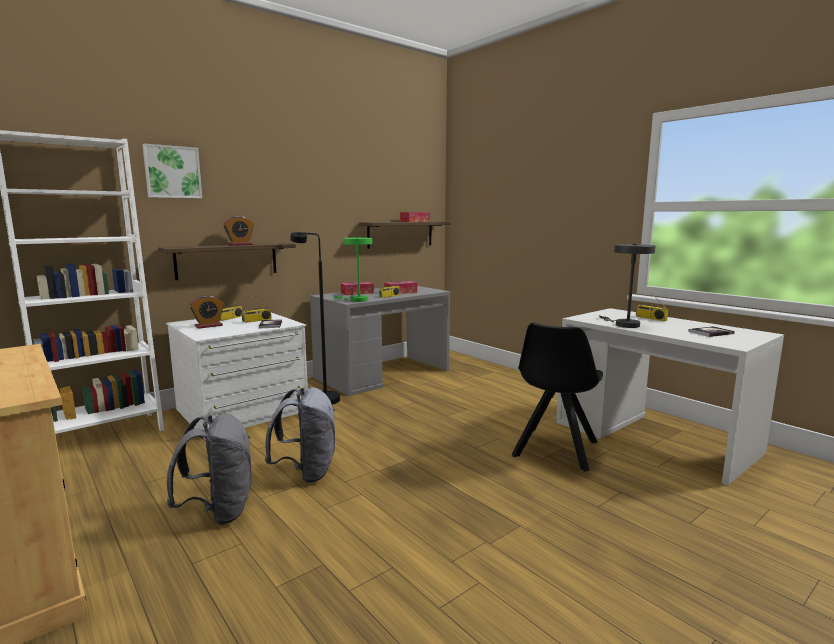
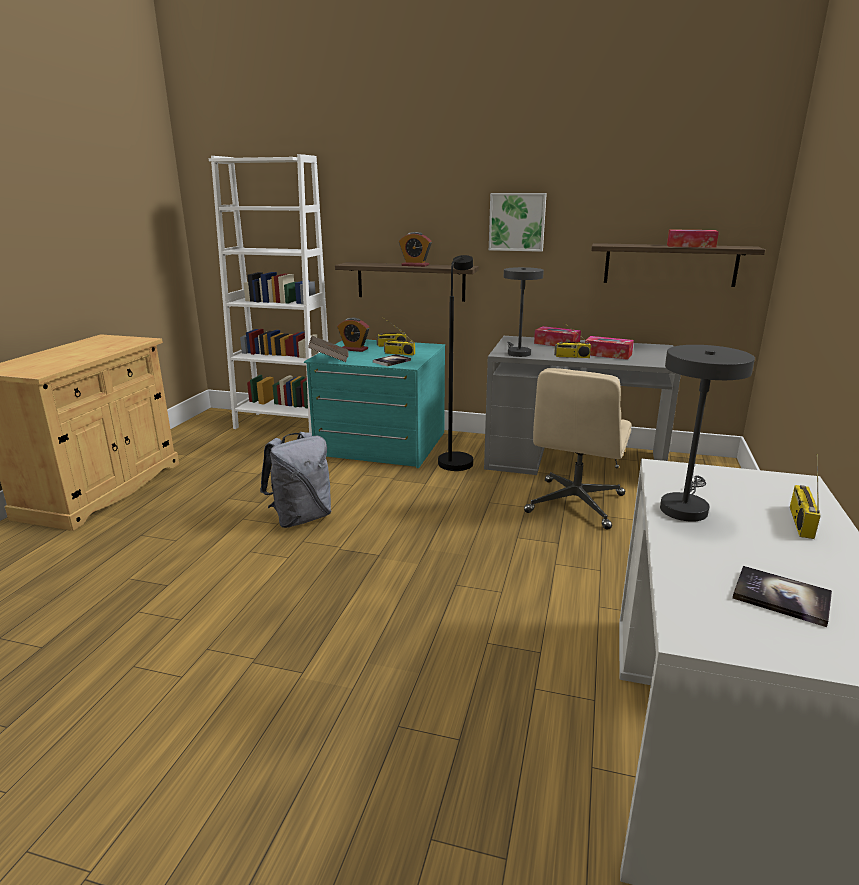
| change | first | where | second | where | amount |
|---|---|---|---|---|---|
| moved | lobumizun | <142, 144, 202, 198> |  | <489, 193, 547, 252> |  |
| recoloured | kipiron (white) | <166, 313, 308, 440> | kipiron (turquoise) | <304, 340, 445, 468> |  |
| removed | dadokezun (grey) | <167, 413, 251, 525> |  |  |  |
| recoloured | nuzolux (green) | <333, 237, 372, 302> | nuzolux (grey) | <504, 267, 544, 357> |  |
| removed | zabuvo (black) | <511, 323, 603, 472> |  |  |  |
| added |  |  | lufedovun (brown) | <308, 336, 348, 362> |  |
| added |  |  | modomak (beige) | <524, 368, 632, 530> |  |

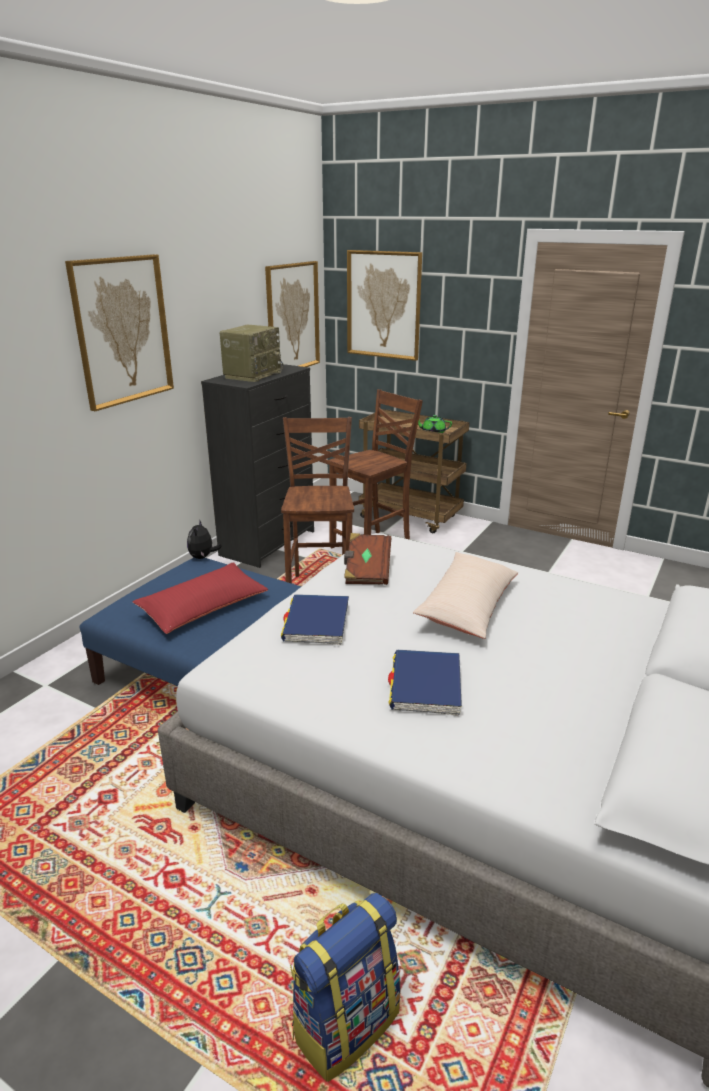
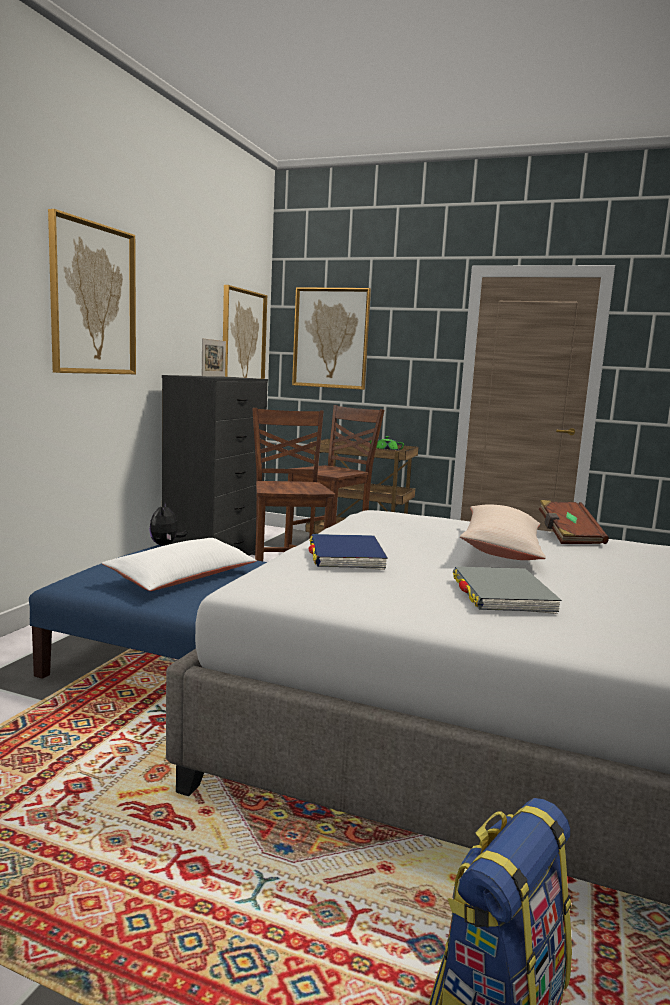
| change | first | where | second | where | amount |
|---|---|---|---|---|---|
| recoloured | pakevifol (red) | <132, 562, 268, 634> | pakevifol (white) | <102, 538, 257, 591> |  |
| replaced | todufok | <219, 325, 283, 382> | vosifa | <202, 338, 226, 377> |  |
| moved | lufedovun (brown) | <344, 533, 391, 585> |  | <539, 500, 609, 544> |  |
| recoloured | lufedovun (blue) | <388, 650, 462, 716> | lufedovun (grey) | <453, 567, 562, 614> |  |

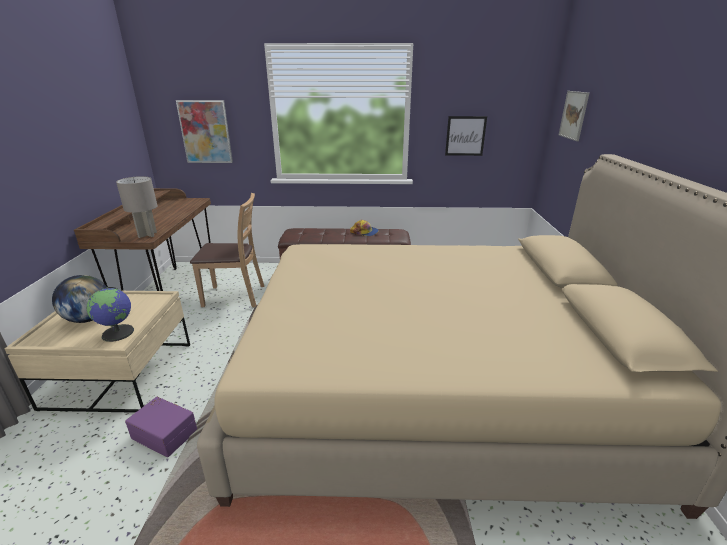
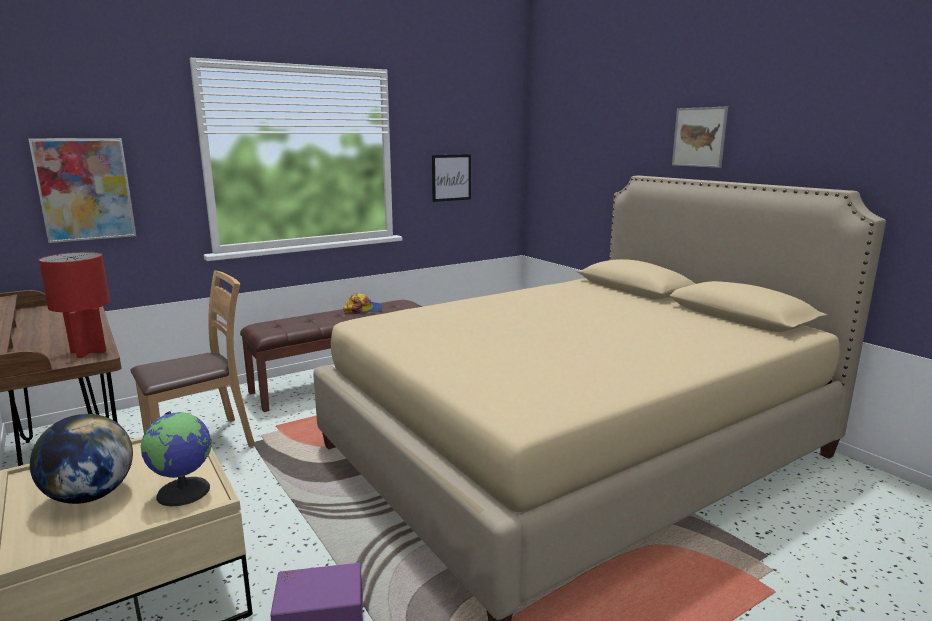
| change | first | where | second | where | amount |
|---|---|---|---|---|---|
| recoloured | nuzolux (grey) | <116, 176, 157, 238> | nuzolux (red) | <39, 252, 110, 358> |  |
| moved | lobumizun | <559, 91, 589, 141> |  | <672, 107, 728, 168> |  |

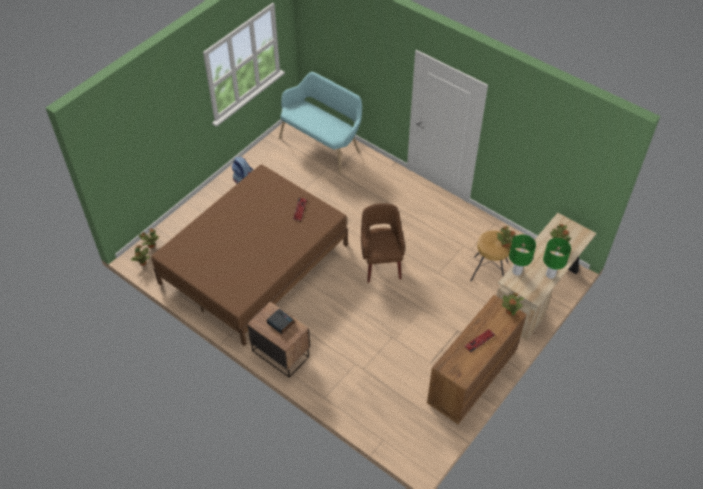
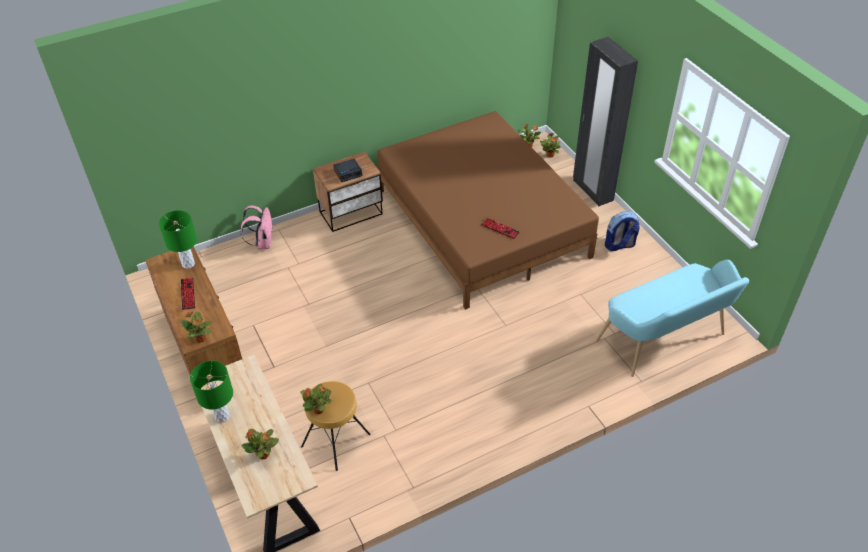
| change | first | where | second | where | amount |
|---|---|---|---|---|---|
| removed | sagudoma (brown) | <361, 203, 405, 283> |  |  |  |
| moved | nuzolux (green) | <509, 235, 536, 276> |  | <159, 210, 197, 269> |  |
| added |  |  | dadokezun (pink) | <240, 205, 273, 249> |  |
| added |  |  | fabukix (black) | <573, 37, 638, 206> |  |

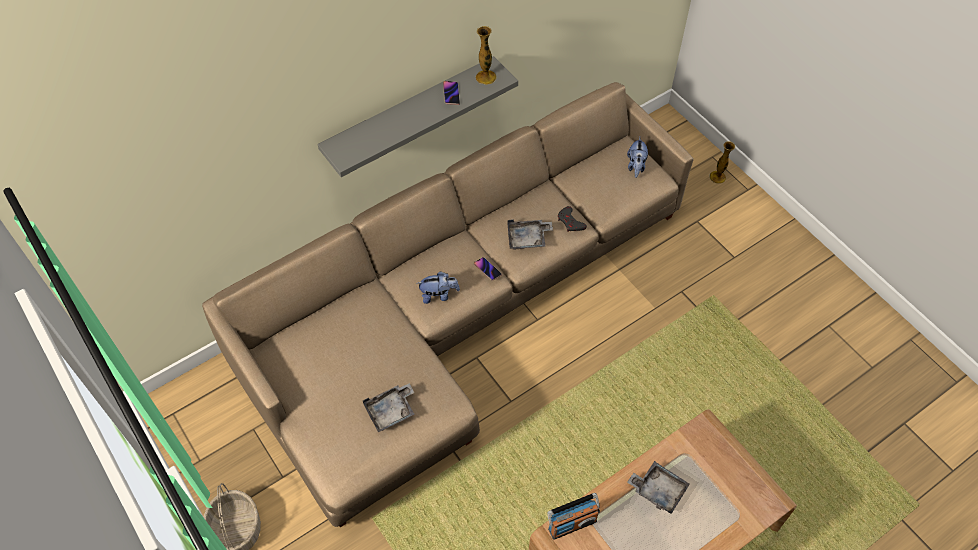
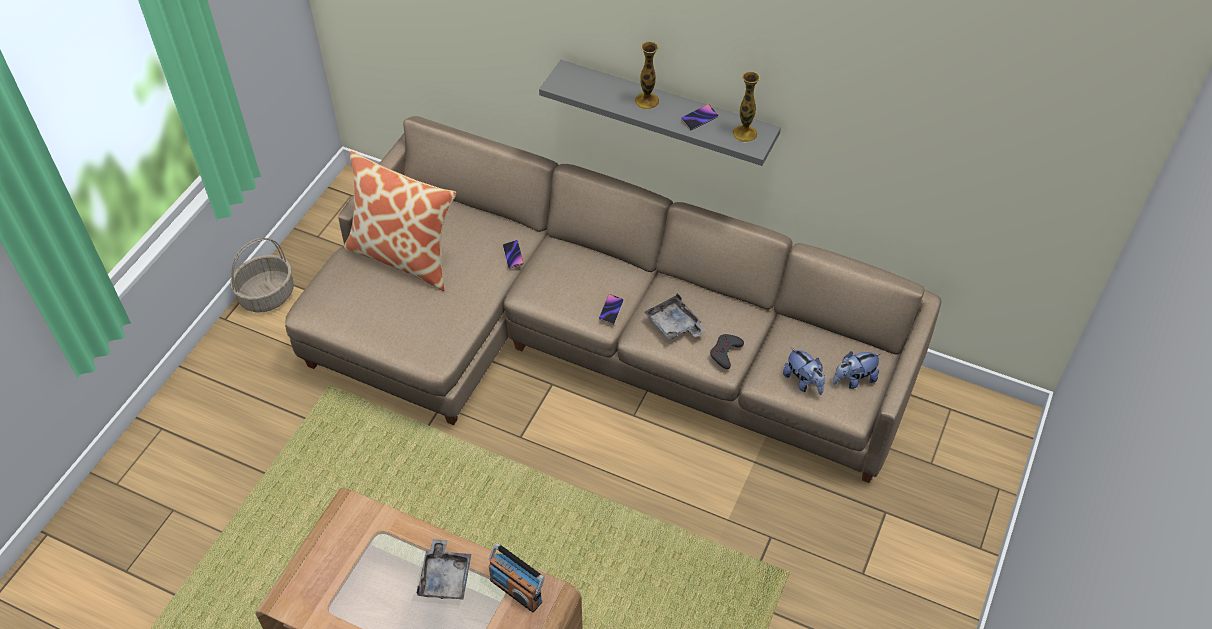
| change | first | where | second | where | amount |
|---|---|---|---|---|---|
| removed | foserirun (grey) | <363, 383, 415, 432> |  |  |  |
| moved | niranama | <418, 271, 460, 304> |  | <783, 347, 825, 395> |  |
| moved | todufok | <547, 493, 600, 540> |  | <489, 543, 545, 612> |  |
| moved | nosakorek | <709, 141, 735, 184> |  | <635, 42, 659, 109> |  |
| added |  |  | pakevifol | <343, 151, 456, 291> |  |
| added |  |  | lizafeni | <503, 240, 524, 269> |  |

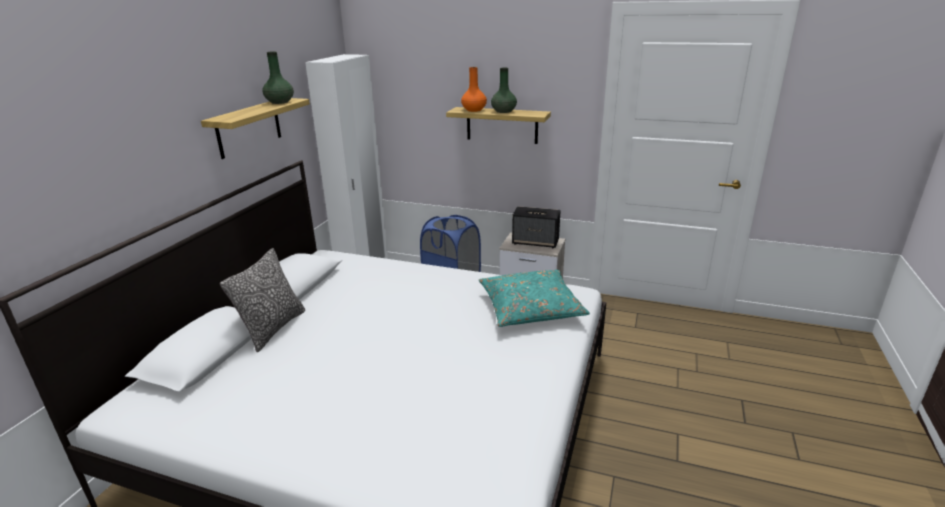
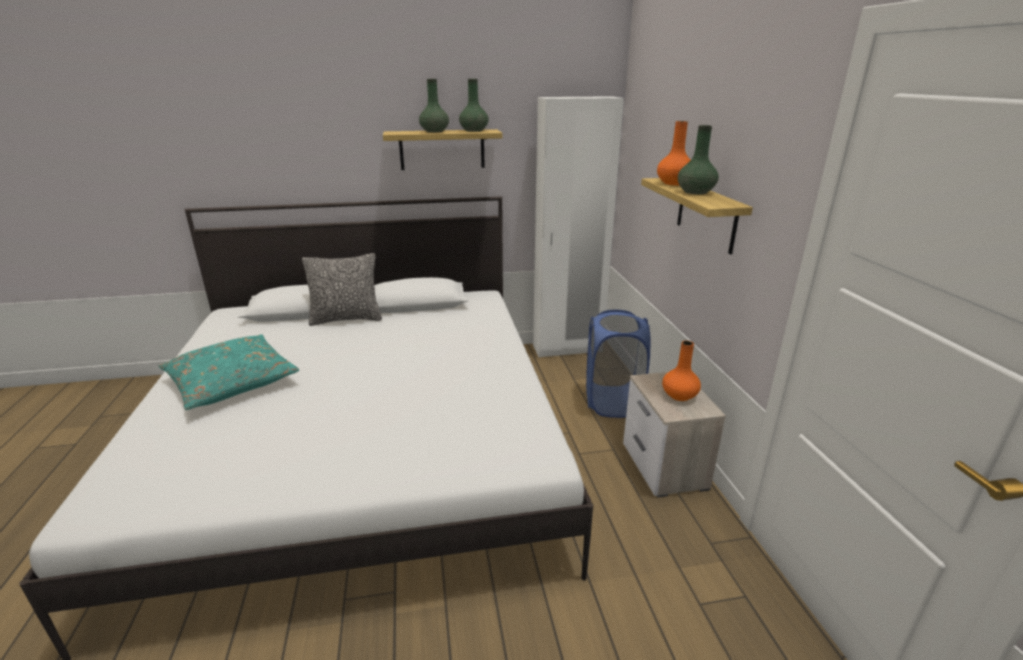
| change | first | where | second | where | amount |
|---|---|---|---|---|---|
| moved | pakevifol (turquoise) | <479, 270, 590, 327> |  | <159, 334, 299, 410> |  |
| replaced | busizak | <512, 206, 561, 248> | nosakorek (orange) | <662, 341, 701, 401> |  |
| added |  |  | nosakorek (green) | <419, 79, 449, 133> |  |

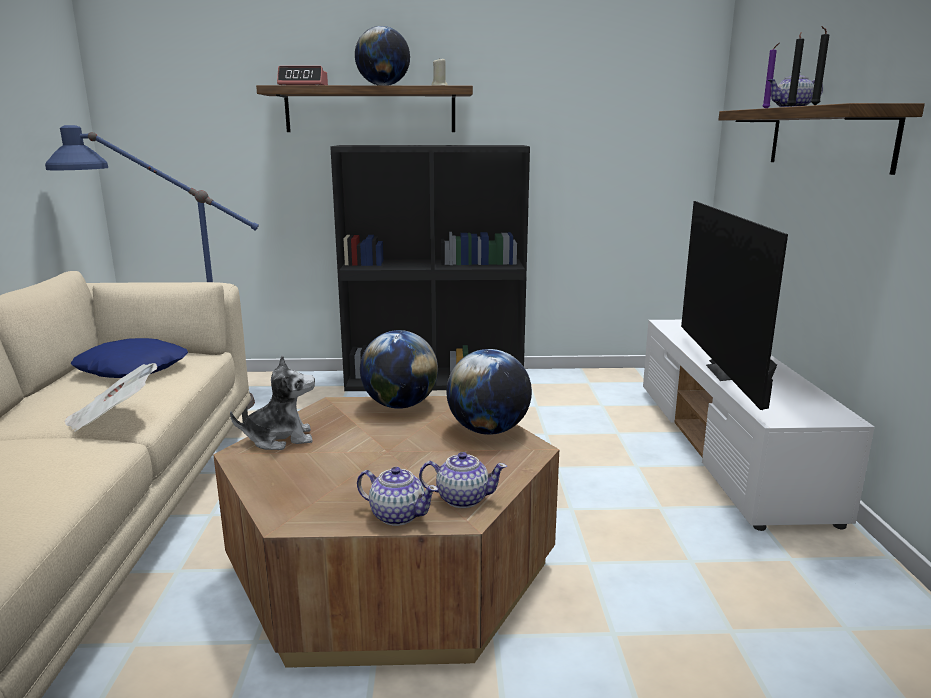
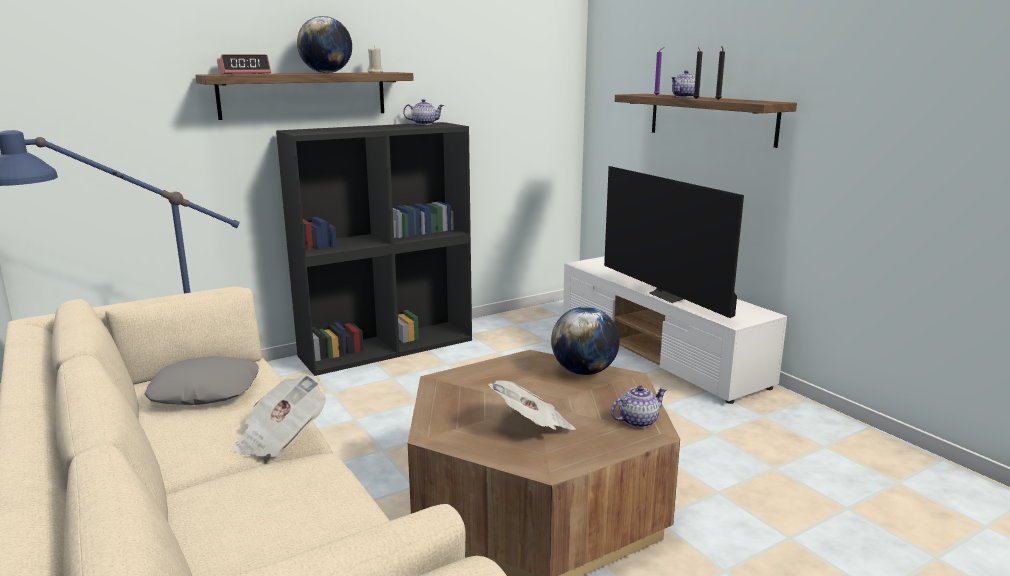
| change | first | where | second | where | amount |
|---|---|---|---|---|---|
| recoloured | pakevifol (blue) | <71, 338, 188, 378> | pakevifol (grey) | <144, 356, 259, 405> |  |
| removed | niranama | <230, 355, 315, 450> |  |  |  |
| moved | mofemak | <357, 467, 438, 526> |  | <403, 99, 444, 125> |  |
| removed | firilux | <360, 330, 438, 409> |  |  |  |
| added |  |  | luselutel | <488, 380, 576, 430> |  |

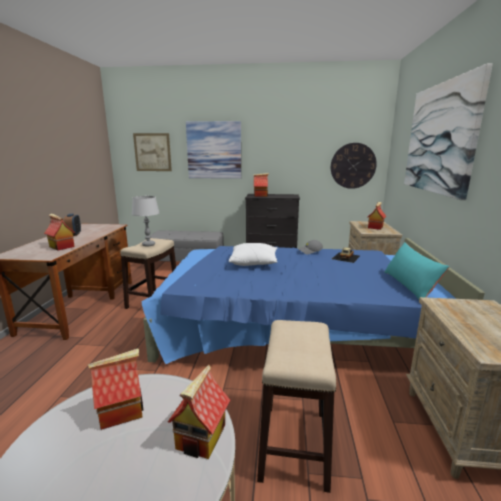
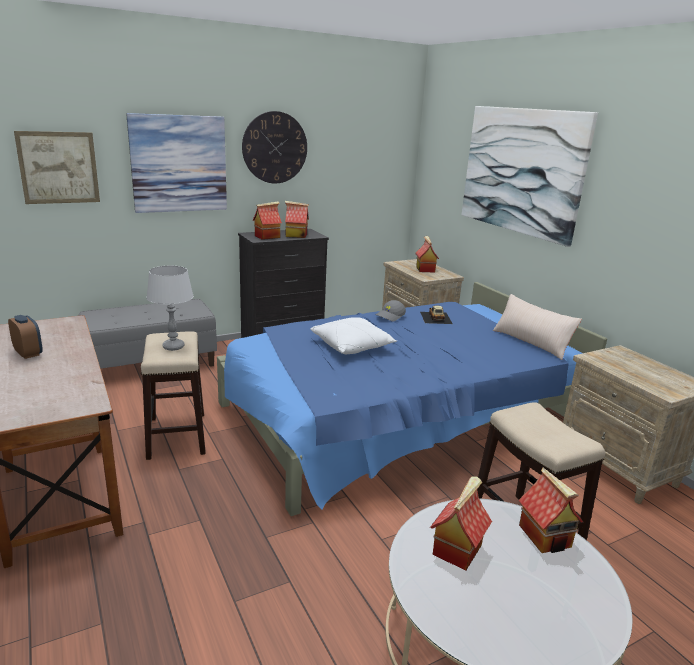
| change | first | where | second | where | amount |
|---|---|---|---|---|---|
| moved | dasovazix | <44, 214, 75, 250> |  | <285, 201, 309, 238> |  |
| moved | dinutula | <331, 143, 377, 189> |  | <242, 111, 307, 184> |  |
| recoloured | pakevifol (turquoise) | <384, 242, 449, 300> | pakevifol (beige) | <493, 294, 582, 360> |  |

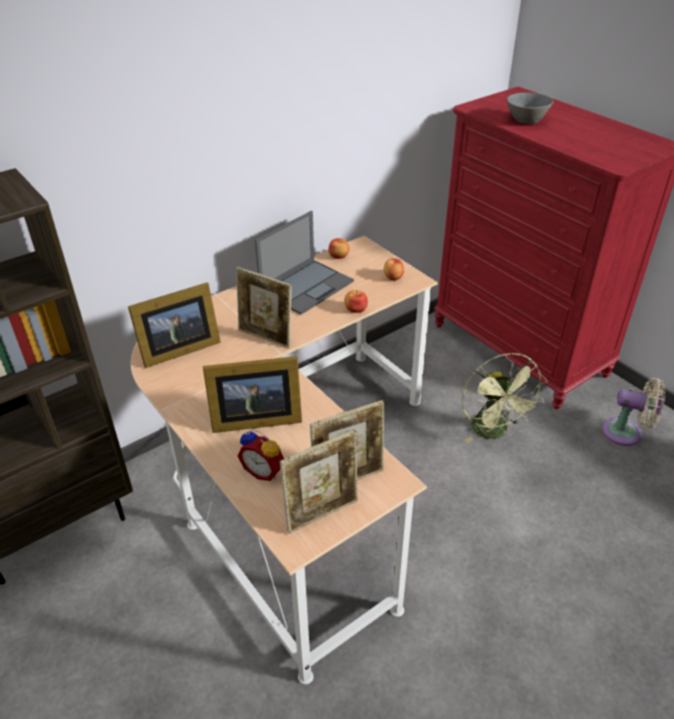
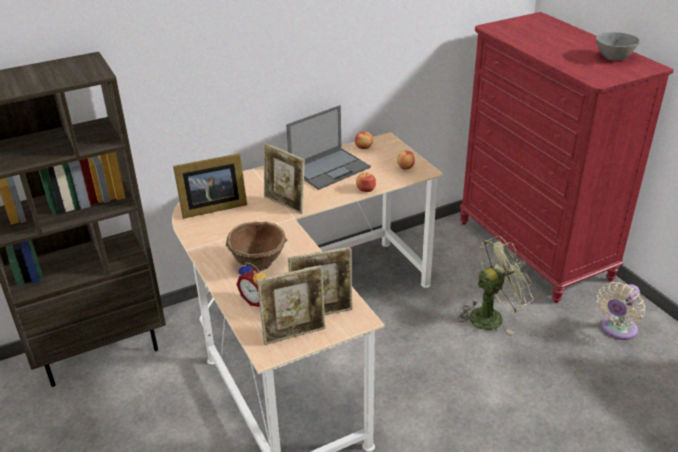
| change | first | where | second | where | amount |
|---|---|---|---|---|---|
| replaced | vosifa | <203, 356, 302, 433> | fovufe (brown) | <226, 221, 287, 271> |  |
| turned | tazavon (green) | <462, 353, 547, 443> |  | <458, 236, 534, 335> | 105 degrees counterclockwise |
| moved | fovufe (grey) | <507, 93, 554, 124> |  | <596, 32, 640, 61> |  |
| turned | tazavon (beige) | <602, 378, 665, 446> |  | <596, 282, 645, 340> | 105 degrees clockwise |

